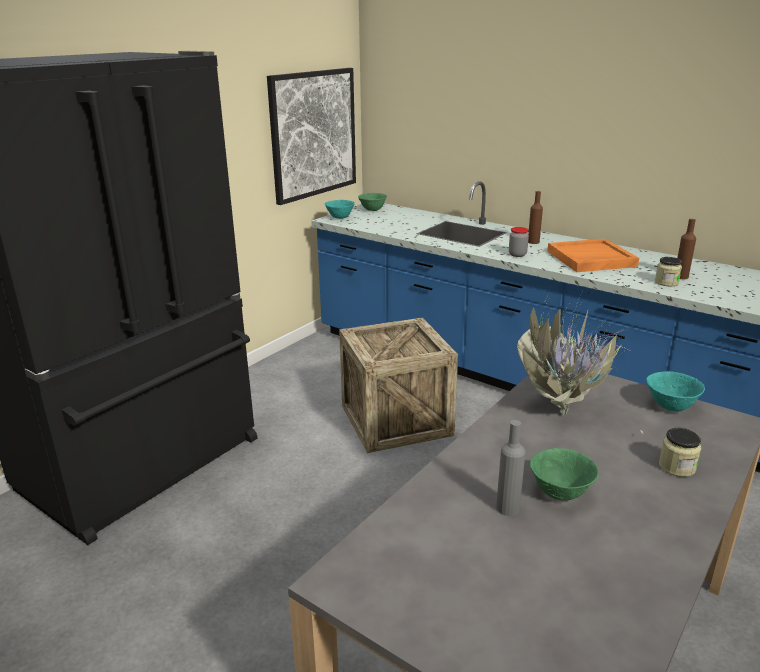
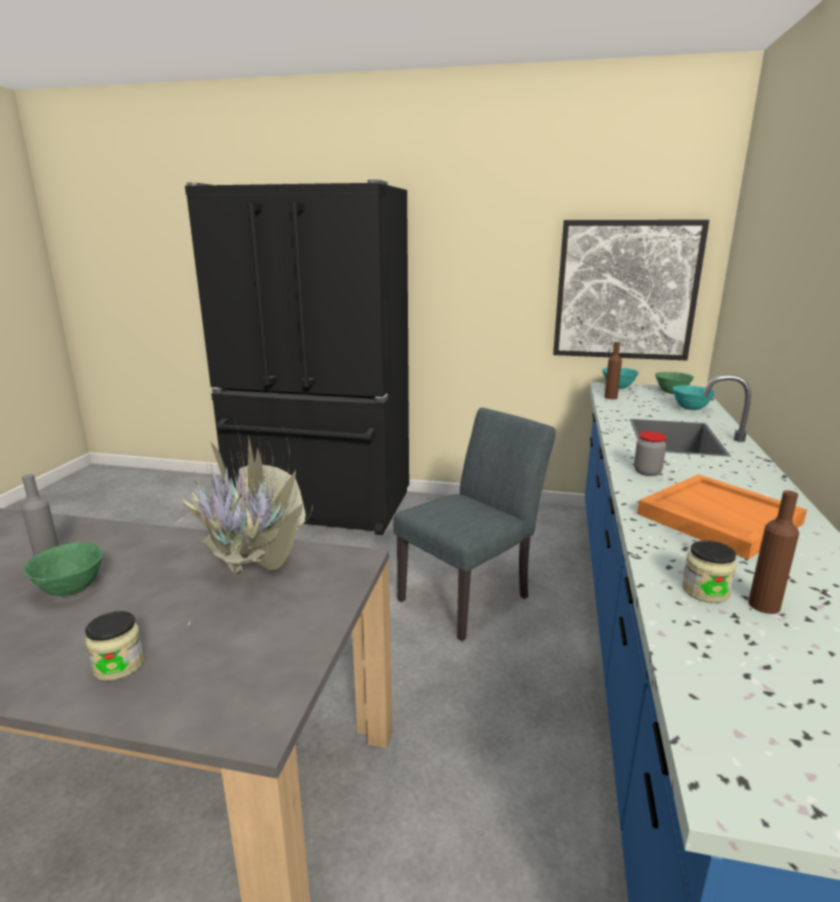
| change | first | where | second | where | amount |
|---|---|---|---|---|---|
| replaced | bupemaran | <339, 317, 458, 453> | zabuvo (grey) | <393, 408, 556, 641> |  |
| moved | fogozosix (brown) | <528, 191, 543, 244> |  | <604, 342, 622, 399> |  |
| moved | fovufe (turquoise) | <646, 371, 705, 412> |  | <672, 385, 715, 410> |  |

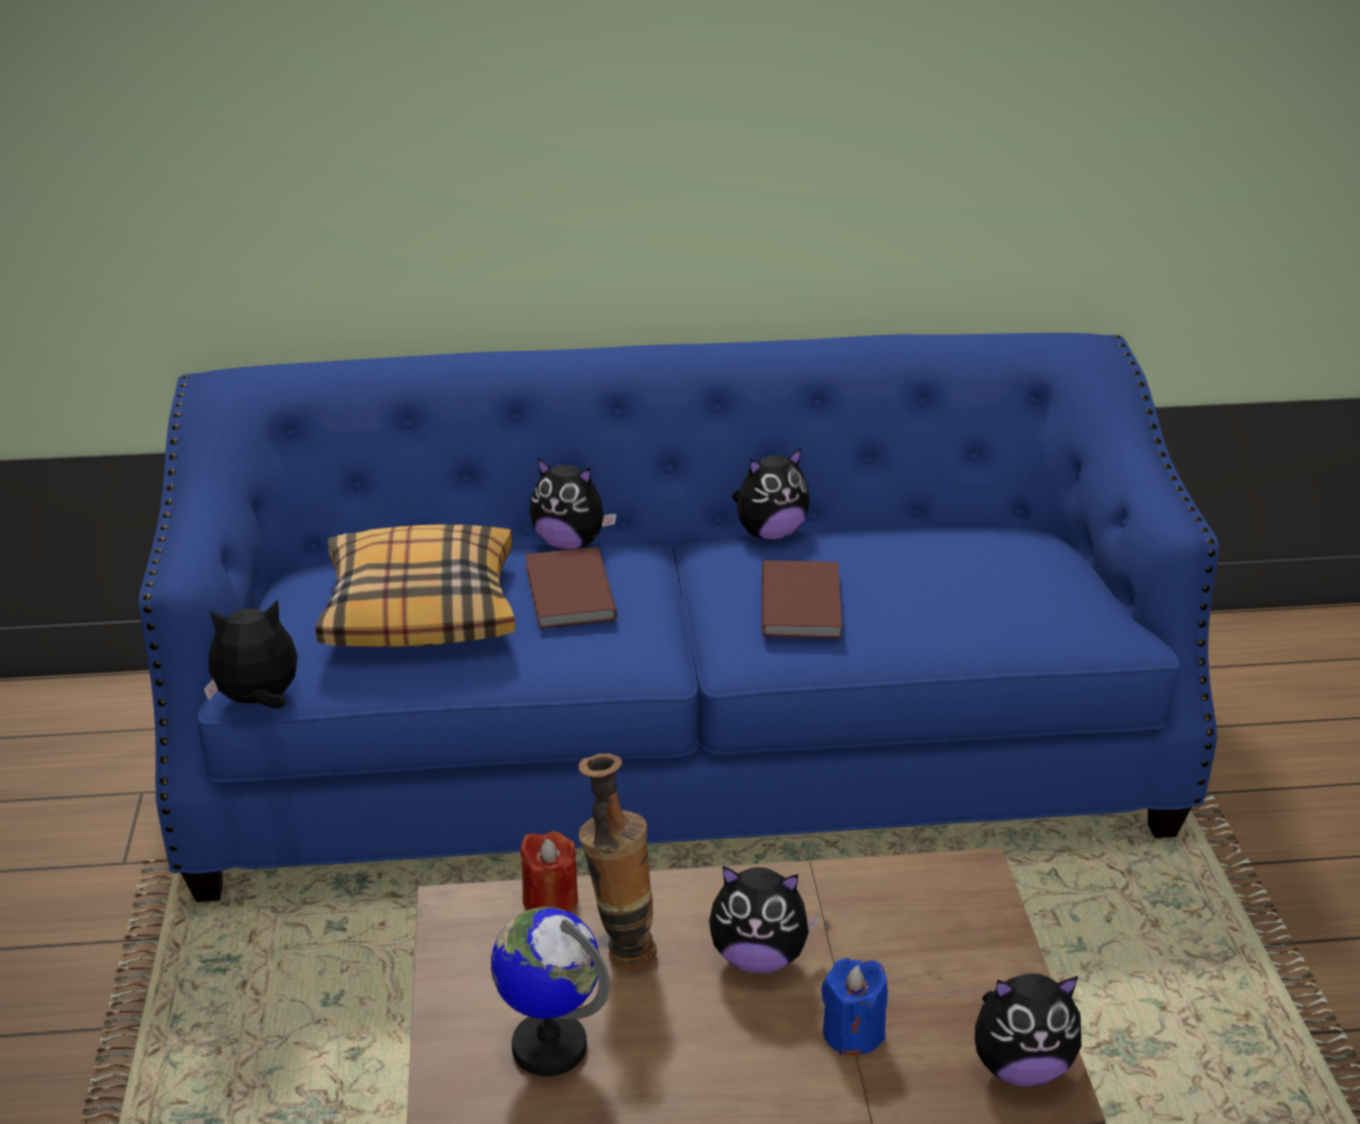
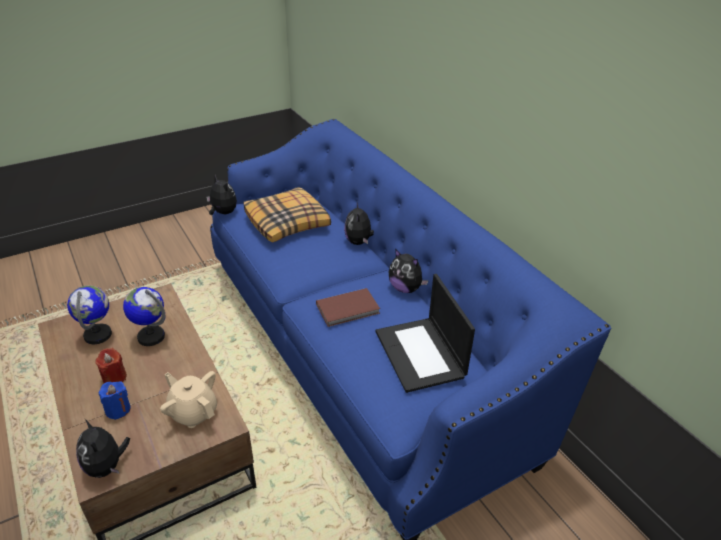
| change | first | where | second | where | amount |
|---|---|---|---|---|---|
| moved | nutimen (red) | <520, 831, 578, 912> |  | <95, 348, 127, 383> |  |
| removed | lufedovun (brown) | <525, 547, 617, 629> |  |  |  |
| replaced | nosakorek | <578, 753, 657, 970> | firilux | <123, 287, 165, 346> |  |
| removed | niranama | <709, 866, 819, 973> |  |  |  |
| added |  |  | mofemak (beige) | <160, 371, 217, 428> |  |
| added |  |  | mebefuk | <375, 274, 475, 393> |  |

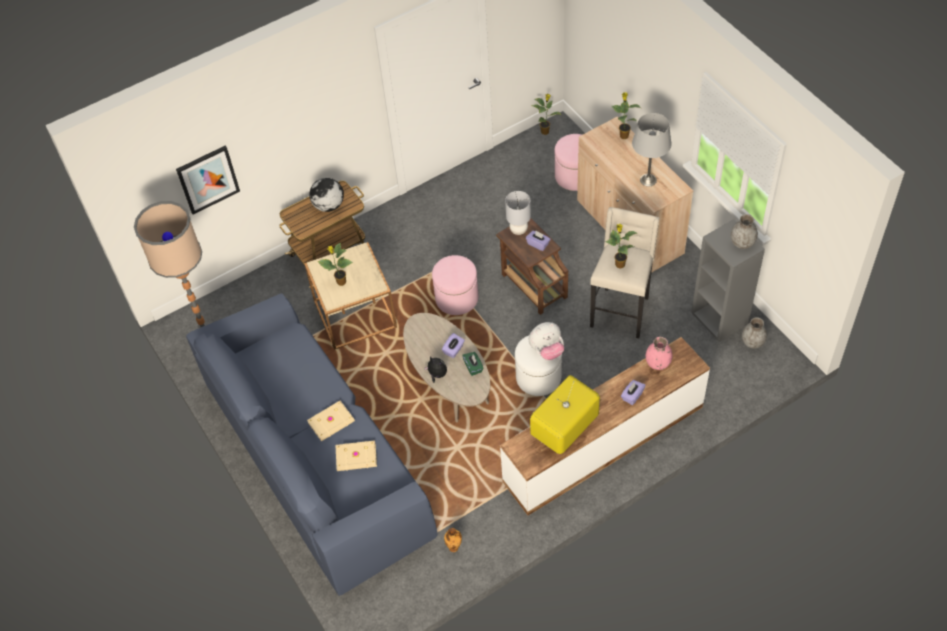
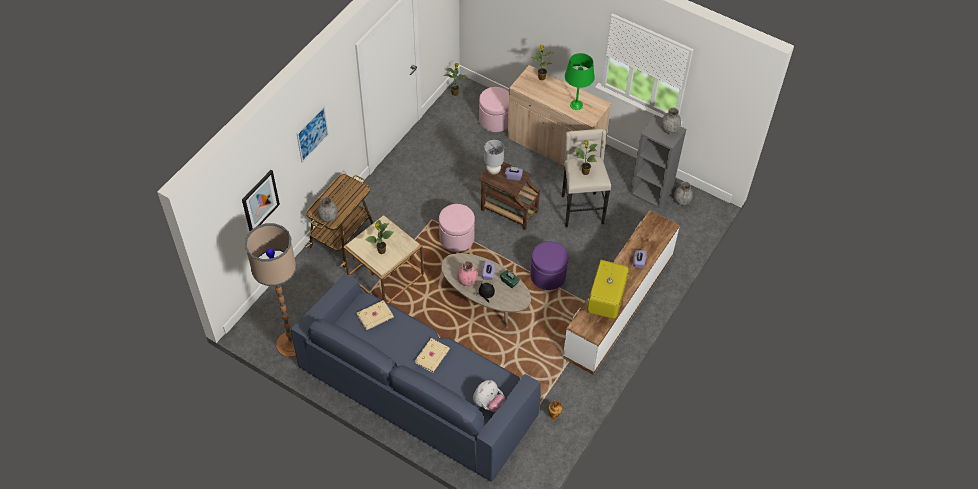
| change | first | where | second | where | amount |
|---|---|---|---|---|---|
| removed | firilux | <309, 178, 344, 212> |  |  |  |
| moved | lufedovun (beige) | <335, 440, 377, 471> |  | <357, 300, 394, 330> |  |
| recoloured | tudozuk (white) | <515, 336, 562, 396> | tudozuk (purple) | <531, 241, 569, 290> |  |
| moved | niranama | <529, 322, 564, 360> |  | <473, 380, 505, 412> |  |
| recoloured | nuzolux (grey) | <632, 113, 672, 187> | nuzolux (green) | <565, 53, 595, 110> |  |
| moved | nosakorek (pink) | <646, 337, 672, 370> |  | <457, 261, 478, 286> |  |
| added |  |  | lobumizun | <296, 106, 329, 163> |  |
| added |  |  | nosakorek (grey) | <317, 196, 338, 222> |  |

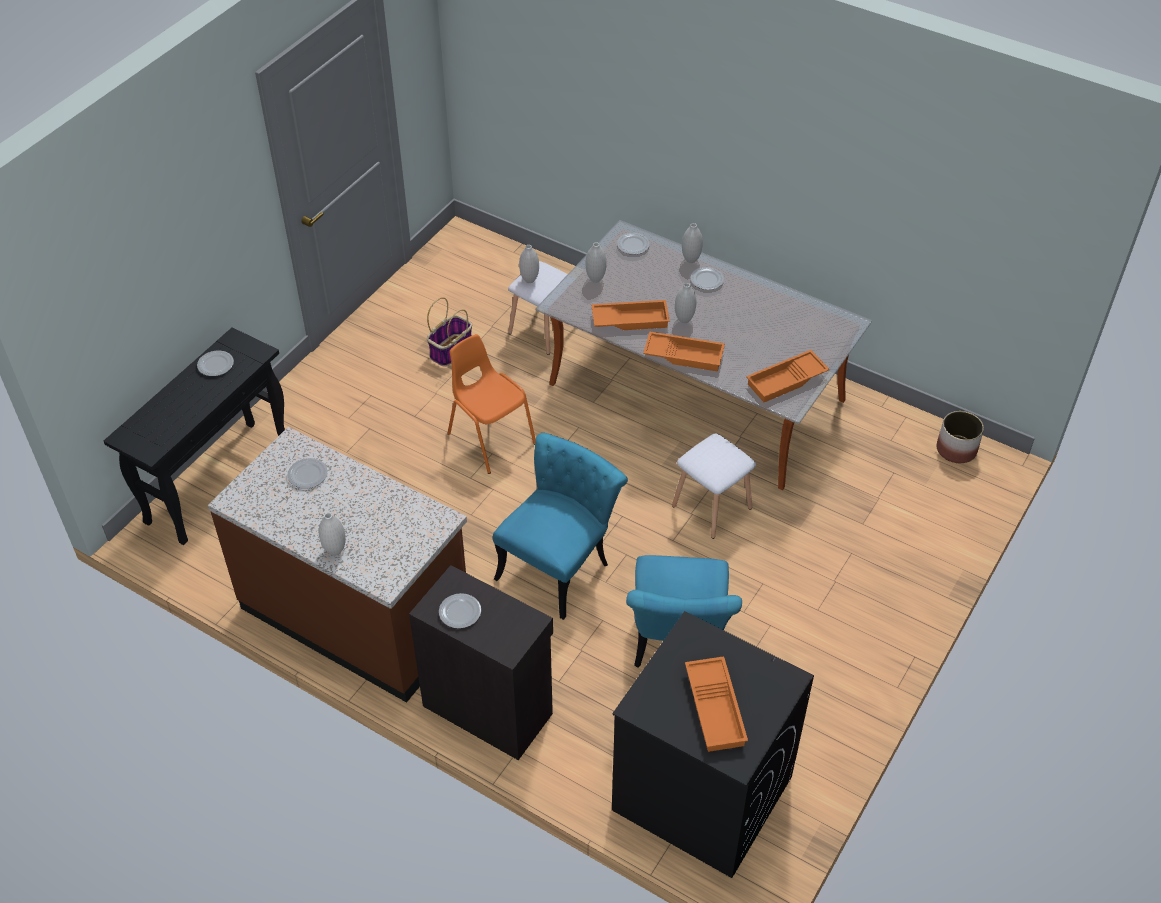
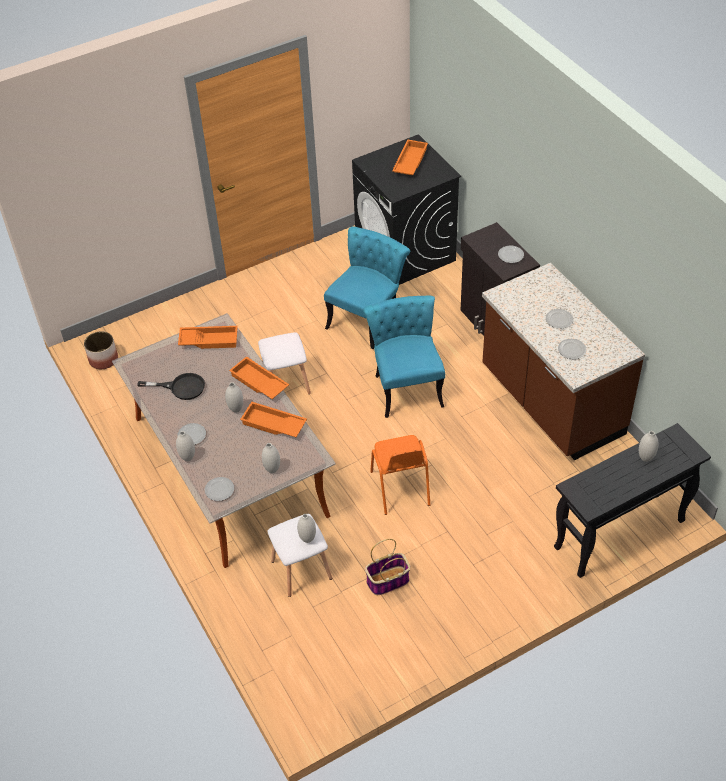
| change | first | where | second | where | amount |
|---|---|---|---|---|---|
| moved | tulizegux | <197, 351, 234, 376> |  | <546, 309, 574, 329> |  |
| moved | nosakorek (white) | <319, 513, 346, 556> |  | <639, 431, 659, 462> |  |
| turned | zabuvo (turquoise) | <493, 433, 628, 620> |  | <363, 296, 445, 418> | 105 degrees clockwise |
| added |  |  | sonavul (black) | <137, 373, 205, 400> |  |

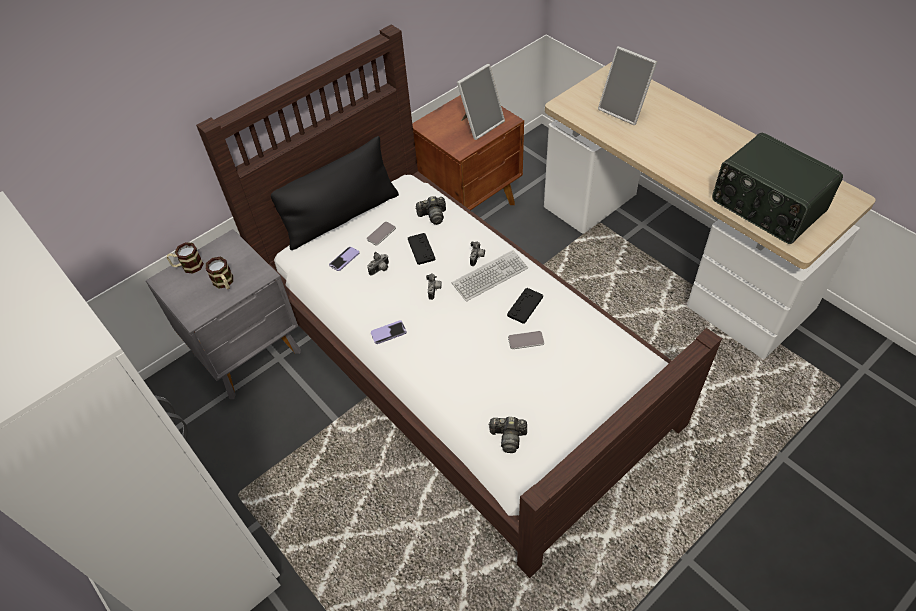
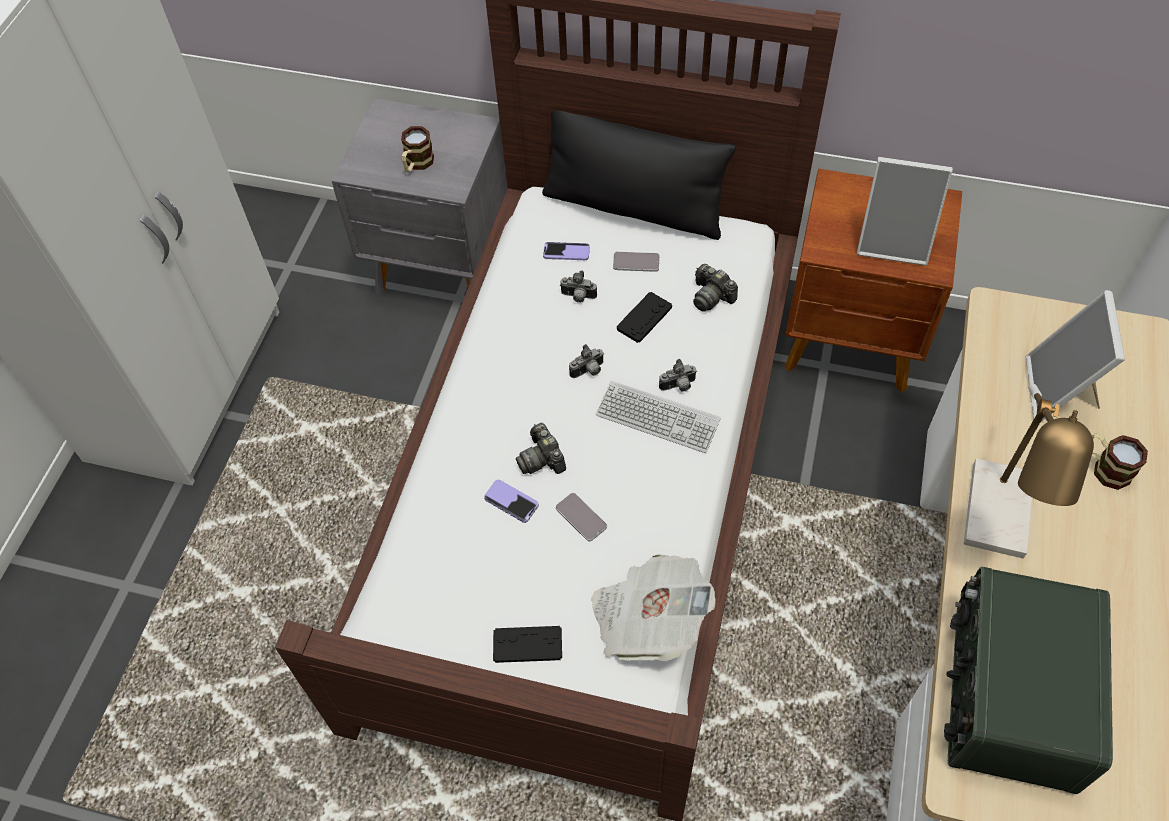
| change | first | where | second | where | amount |
|---|---|---|---|---|---|
| moved | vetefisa | <167, 242, 204, 274> |  | <1091, 433, 1148, 490> |  |
| moved | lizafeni | <371, 320, 407, 344> |  | <484, 480, 539, 523> |  |
| moved | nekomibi | <488, 417, 527, 453> |  | <516, 423, 566, 474> |  |
| moved | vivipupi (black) | <507, 288, 543, 324> |  | <493, 626, 562, 663> |  |
| added |  |  | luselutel | <591, 554, 716, 661> |  |
| added |  |  | nuzolux | <964, 384, 1094, 558> |  |

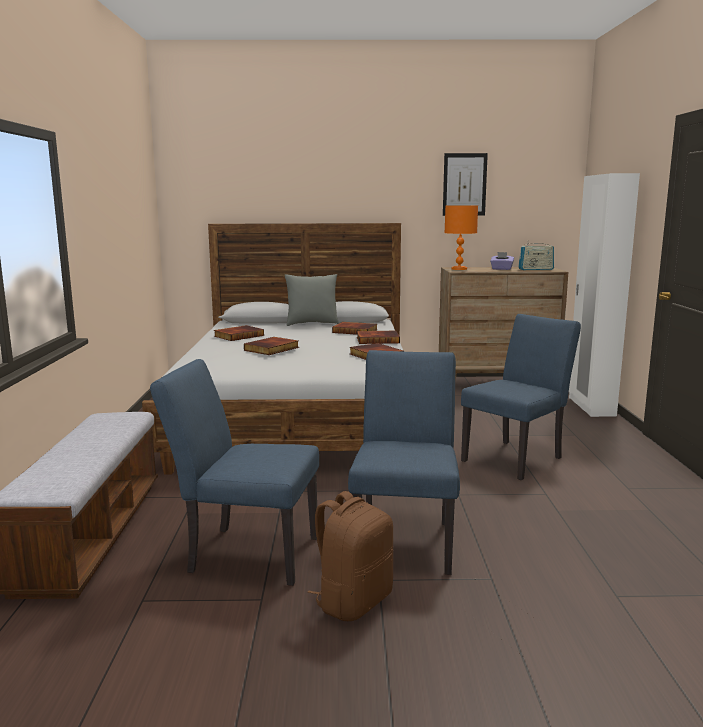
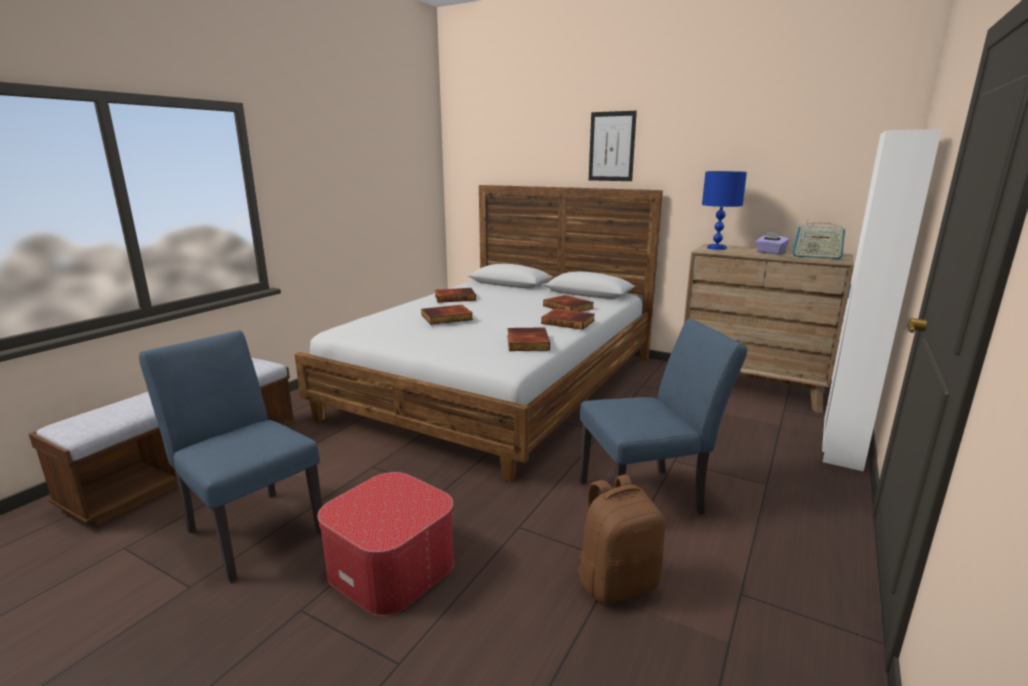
| change | first | where | second | where | amount |
|---|---|---|---|---|---|
| removed | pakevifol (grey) | <285, 274, 339, 326> |  |  |  |
| moved | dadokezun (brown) | <307, 491, 393, 621> |  | <578, 474, 666, 604> |  |
| replaced | zabuvo (blue) | <348, 350, 460, 575> | tudozuk | <317, 472, 454, 616> |  |
| moved | lobumizun | <443, 153, 488, 216> |  | <589, 111, 637, 181> |  |
| recoloured | nuzolux (orange) | <445, 205, 478, 270> | nuzolux (blue) | <702, 171, 747, 250> |  |

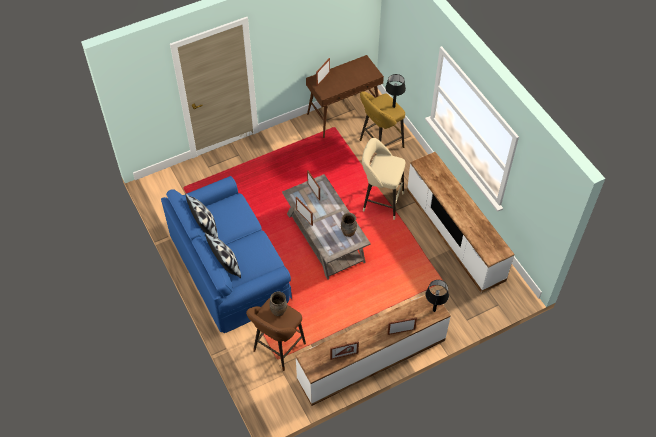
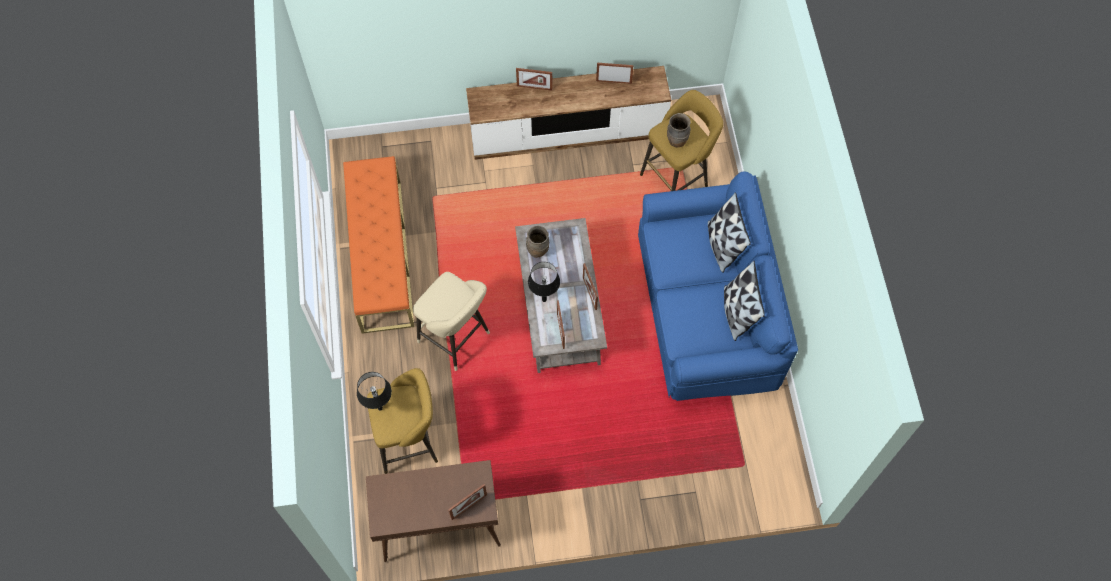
| change | first | where | second | where | amount |
|---|---|---|---|---|---|
| recoloured | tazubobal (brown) | <246, 298, 306, 371> | tazubobal (yellow) | <640, 90, 723, 191> |  |
| replaced | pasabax | <407, 152, 514, 293> | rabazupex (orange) | <343, 156, 414, 334> |  |
| moved | nuzolux (black) | <425, 280, 449, 312> |  | <528, 262, 560, 302> |  |

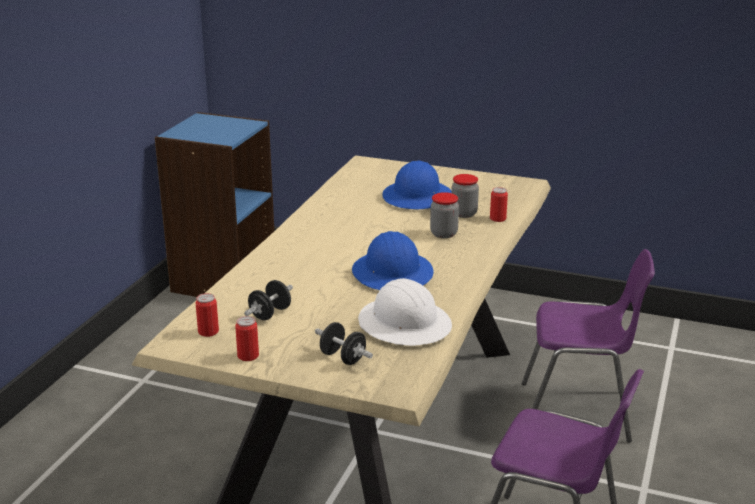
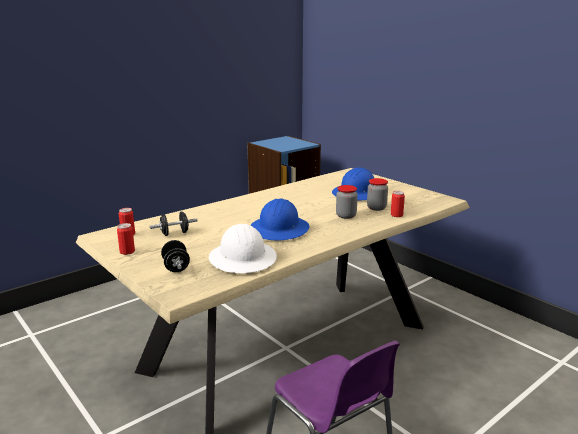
| change | first | where | second | where | amount |
|---|---|---|---|---|---|
| removed | zabuvo (purple) | <522, 249, 655, 443> |  |  |  |

